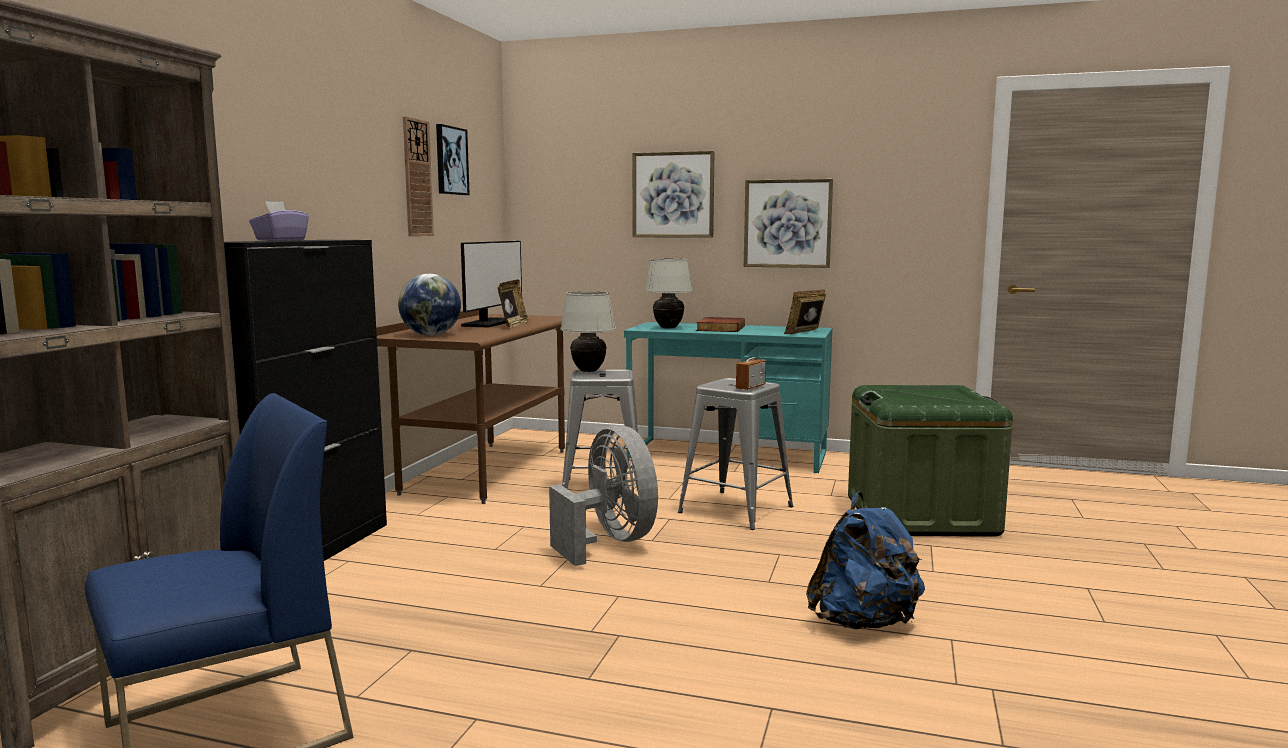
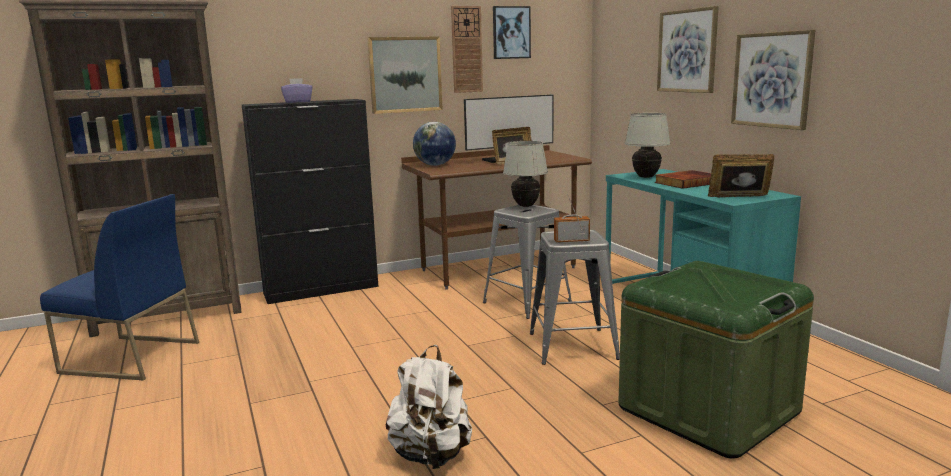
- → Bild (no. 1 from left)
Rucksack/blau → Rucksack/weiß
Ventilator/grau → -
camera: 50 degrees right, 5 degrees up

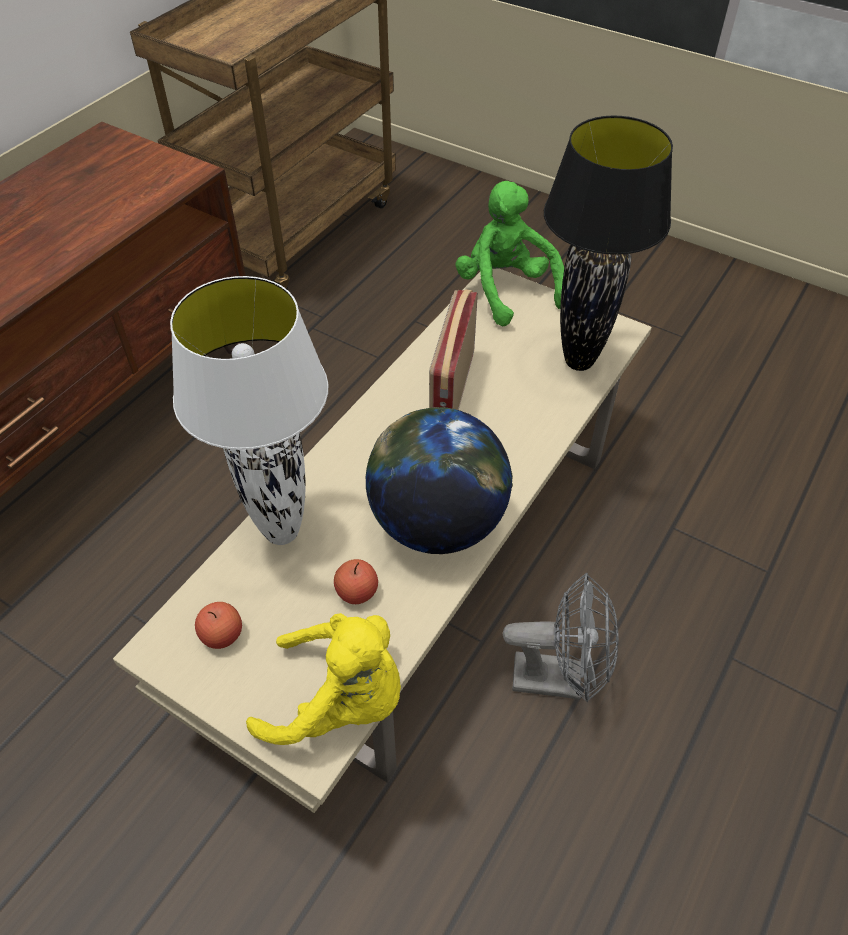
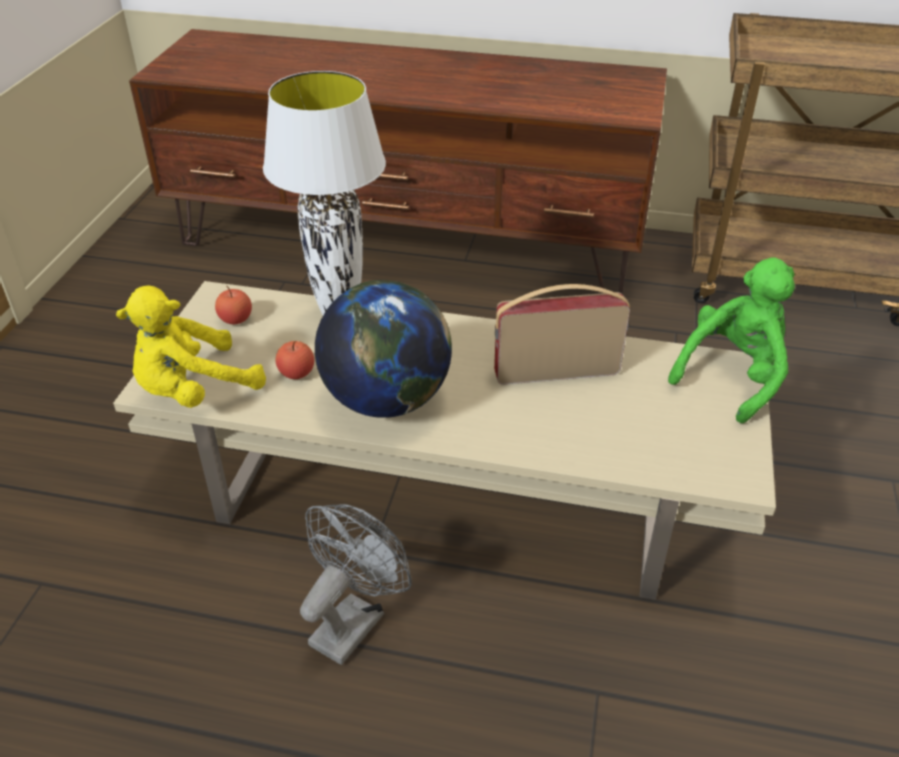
Plüschtier/gelb, 60 degrees clockwise
Ventilator/grau, 135 degrees counterclockwise
Tischlampe/schwarz → -
camera: 70 degrees right, 10 degrees down

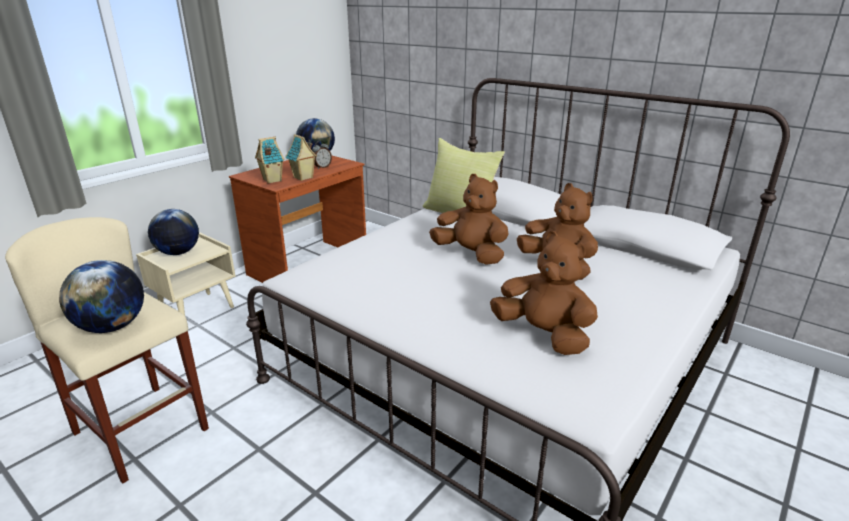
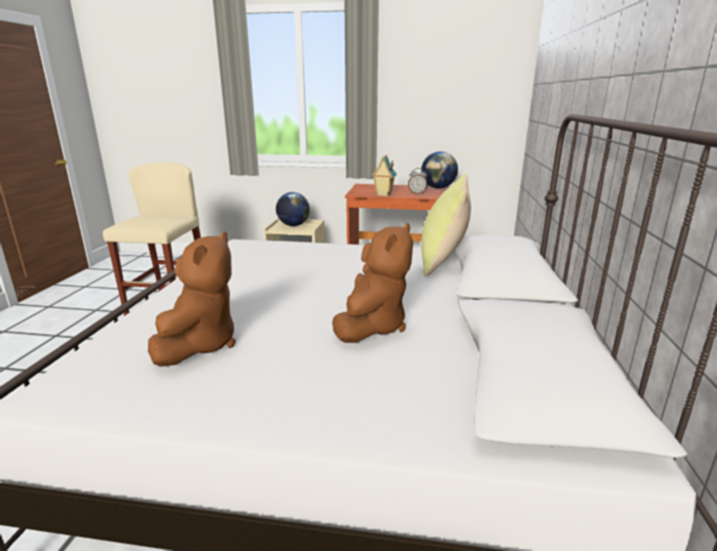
Globus (no. 1 from left) → -
Spielzeughaus (no. 1 from left) → -
Plüschtier/braun (no. 1 from left) → -
camera: 60 degrees right, 5 degrees down

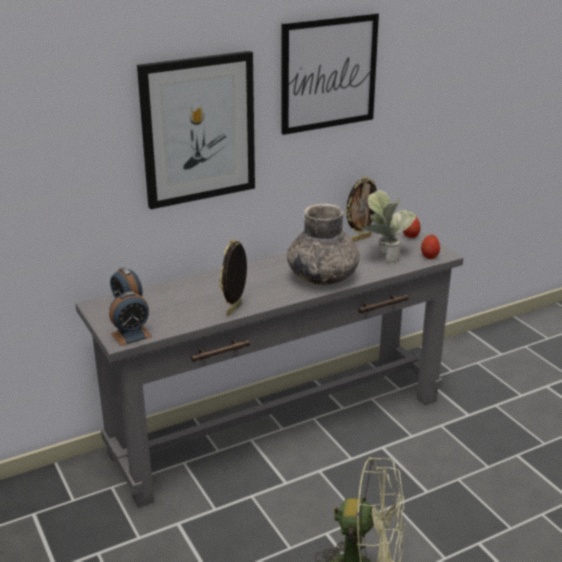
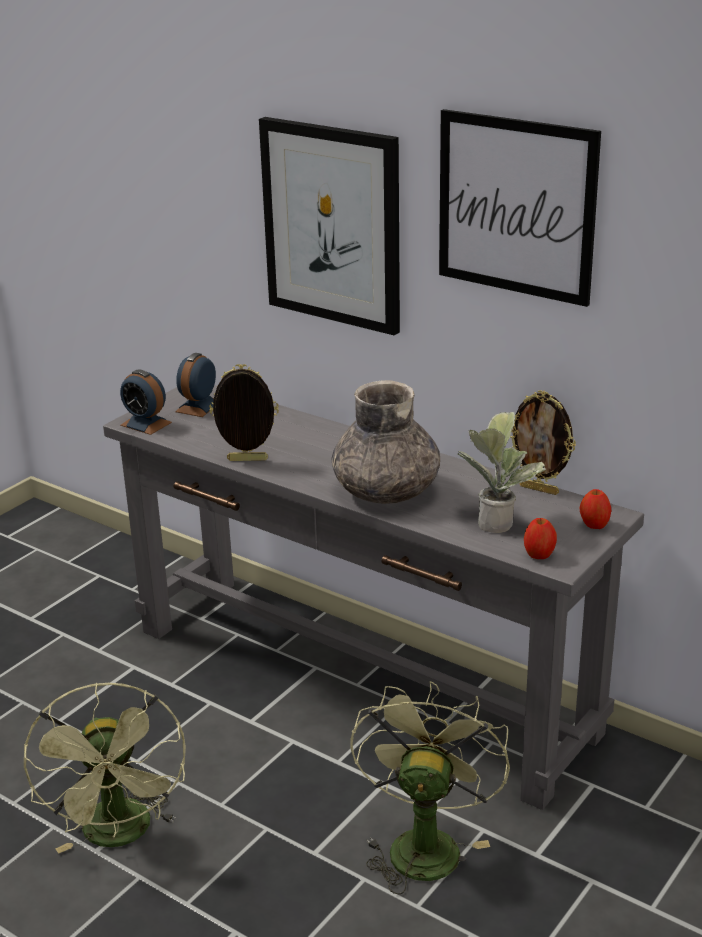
- → Ventilator/grün (no. 2 from left)
camera: 65 degrees right, 0 degrees up

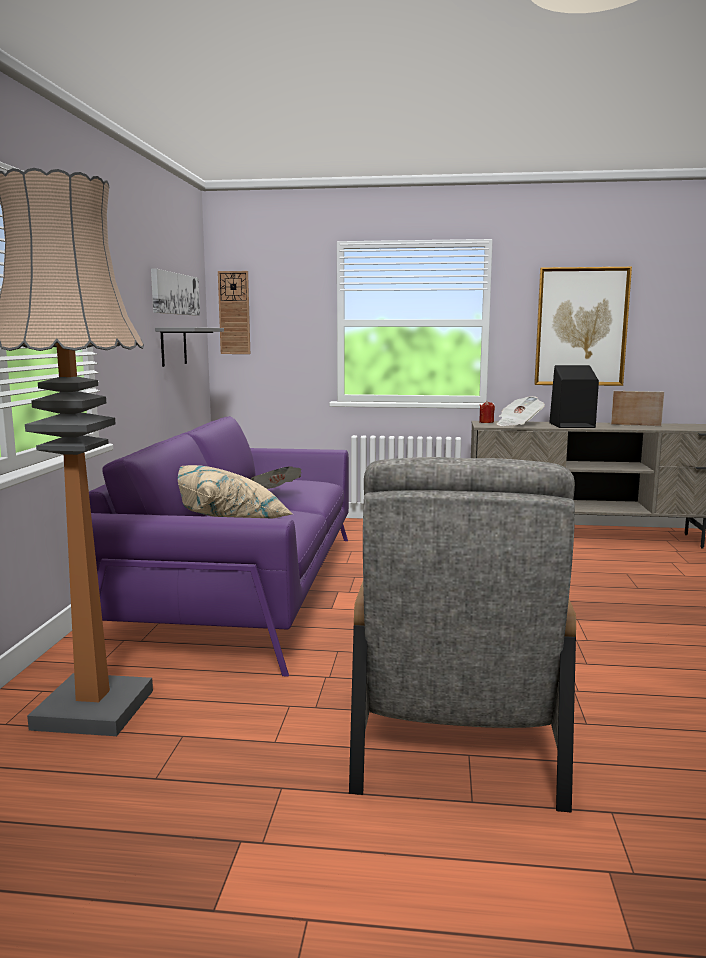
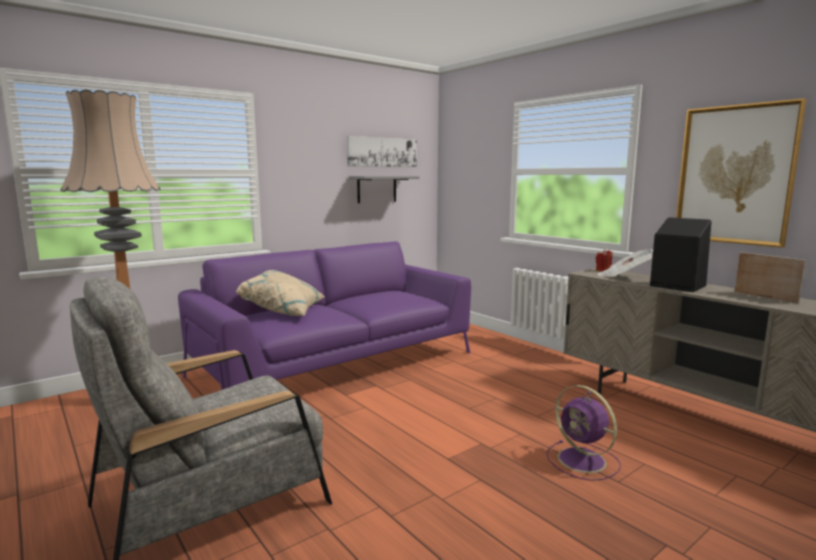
- → Ventilator/lila
Wanduhr → -
Zeitung (no. 1 from left) → -
camera: 45 degrees right, 0 degrees up

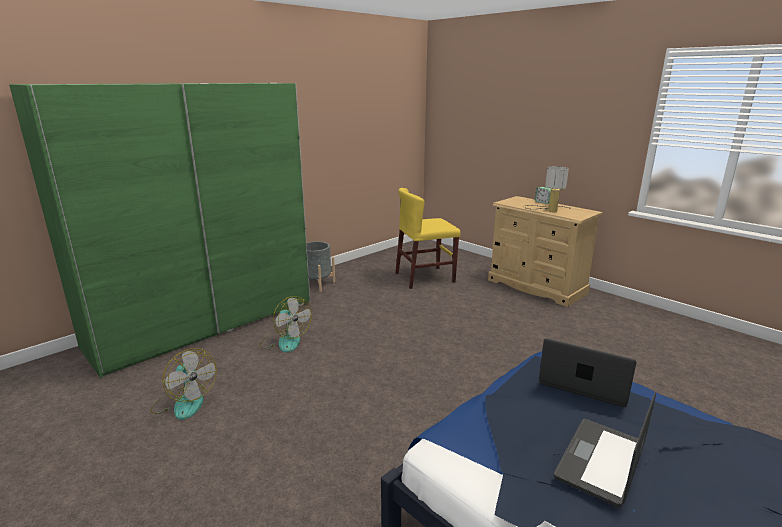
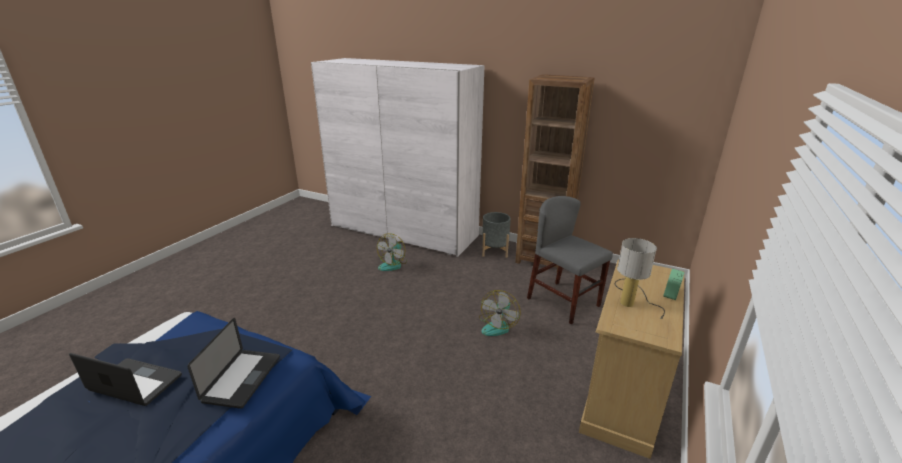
Kleiderschrank/grün → Kleiderschrank/weiß
Ventilator (no. 1 from left in the first image) → Ventilator (no. 2 from left), shifted
- → Bücherregal/braun
Stuhl/gelb → Stuhl/grau
camera: 70 degrees right, 5 degrees up

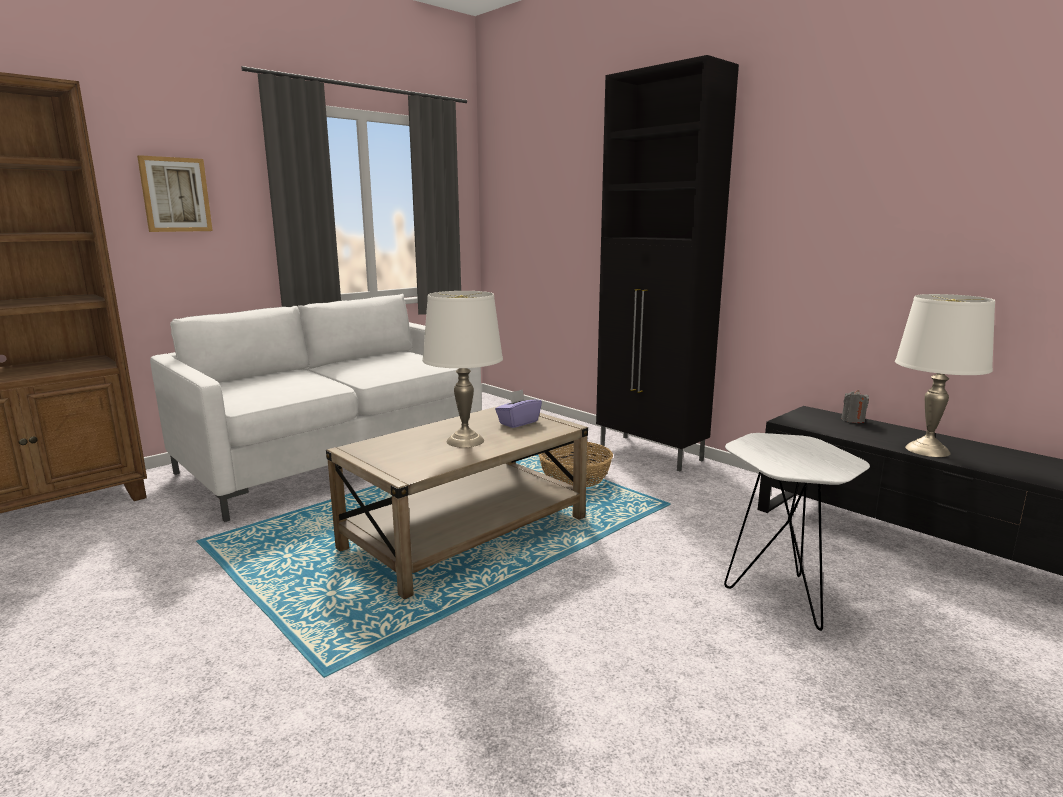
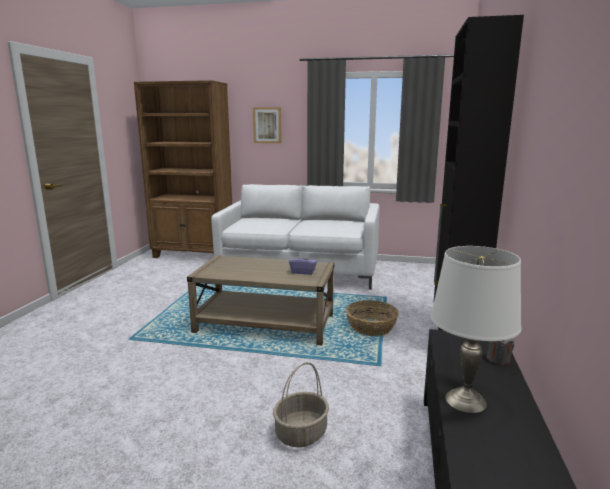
Beistelltisch/weiß → Korb (no. 1 from left)
Tischlampe/weiß (no. 1 from left) → -
camera: 55 degrees right, 0 degrees up

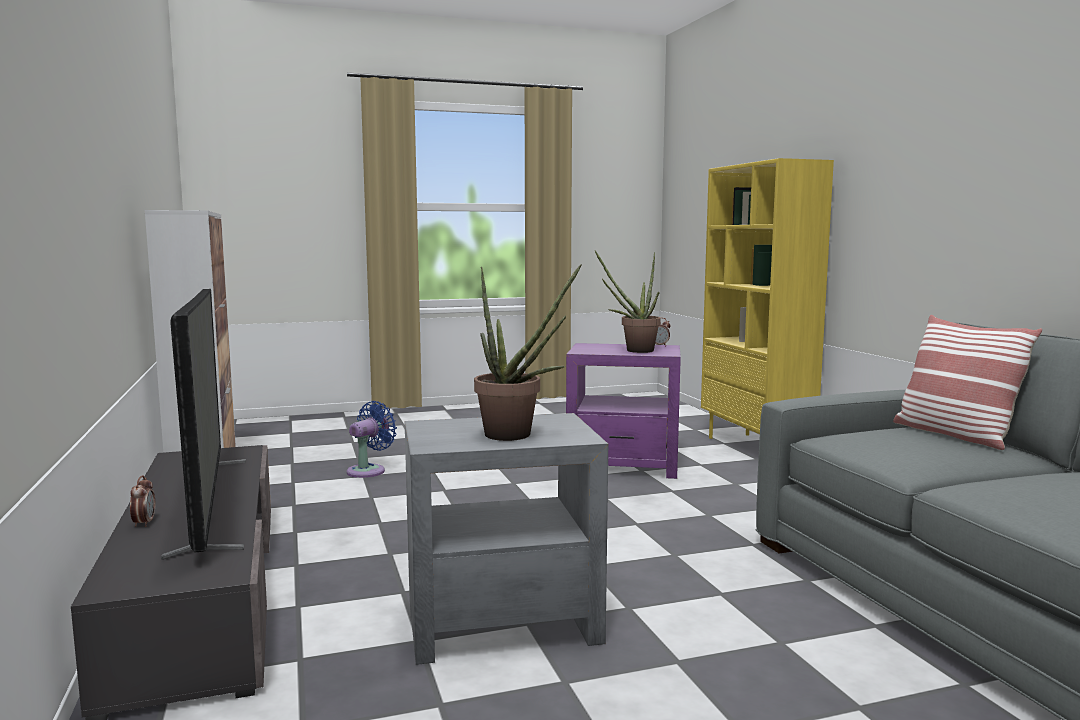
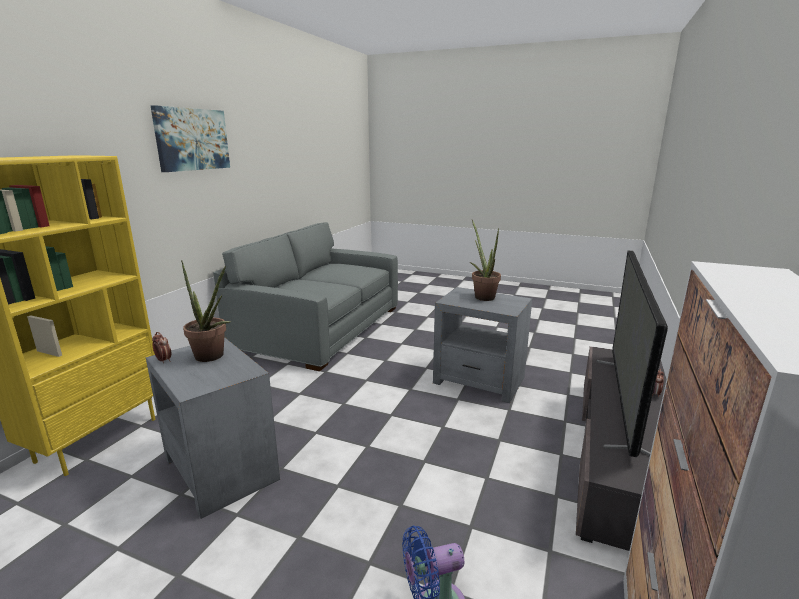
Beistelltisch/lila → Beistelltisch/grau (no. 1 from left)
- → Bild
Kissen → -
camera: 140 degrees left, 10 degrees up

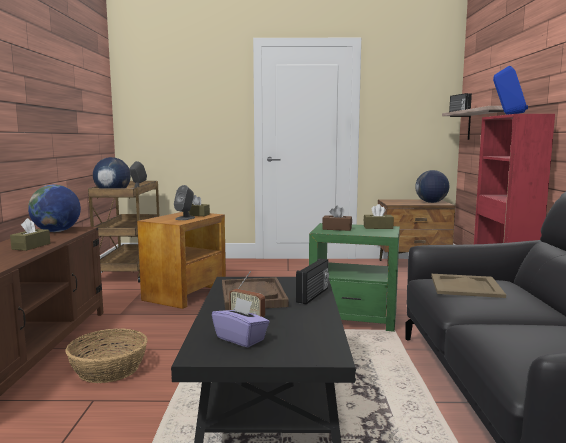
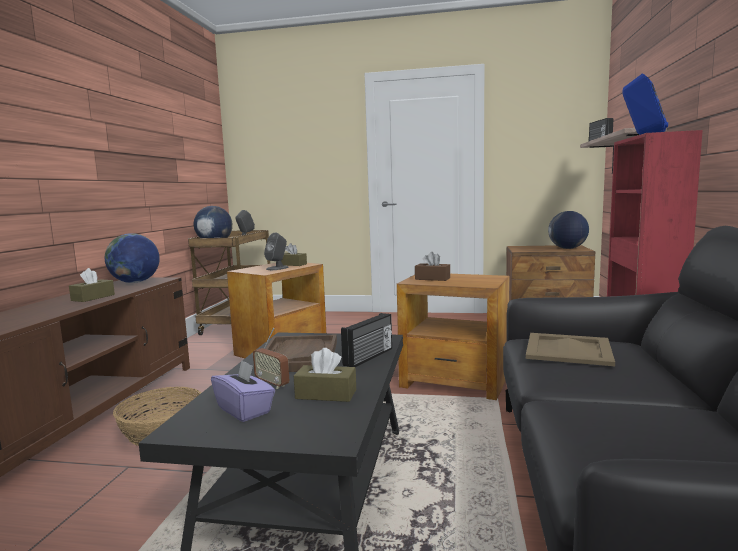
Taschentuchbox/braun (no. 4 from left in the first image) → Taschentuchbox/braun (no. 3 from left), shifted
Beistelltisch/grün → Beistelltisch/braun (no. 2 from left)
camera: 10 degrees right, 0 degrees up

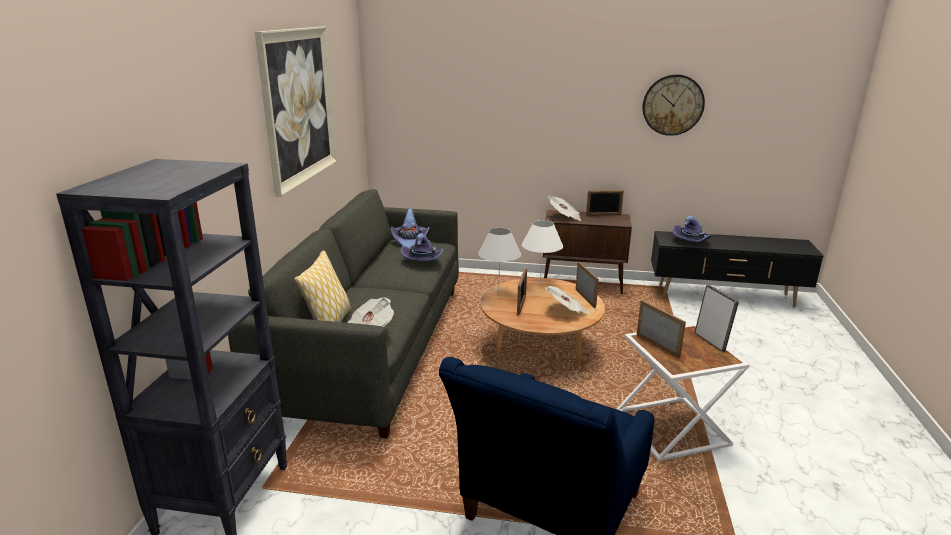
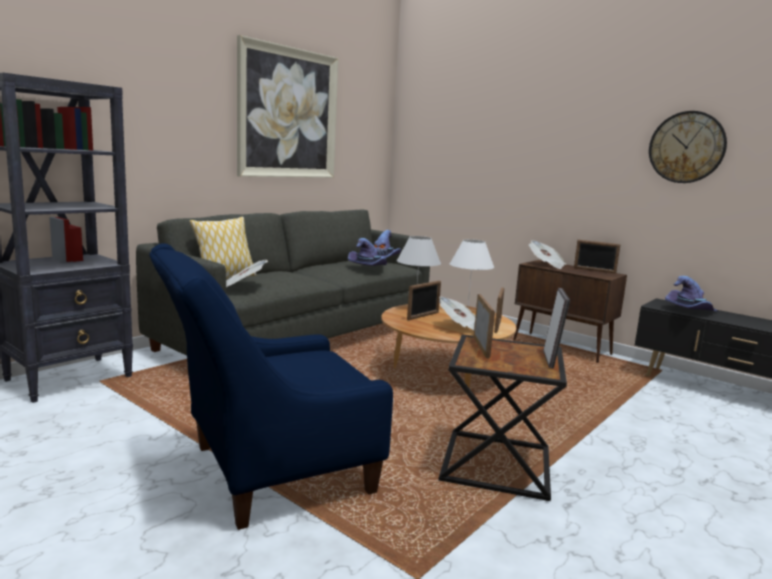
Beistelltisch/weiß → Beistelltisch/schwarz
camera: 30 degrees right, 10 degrees down

